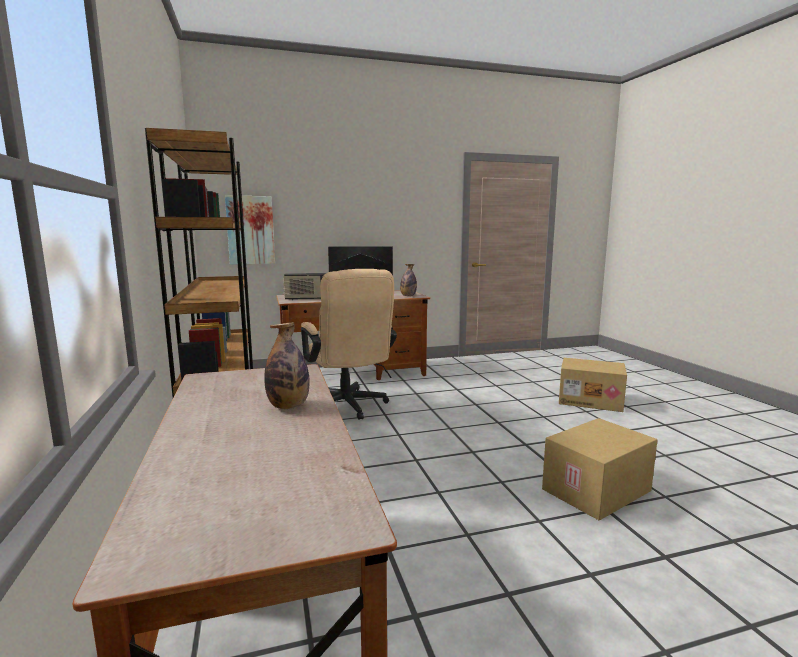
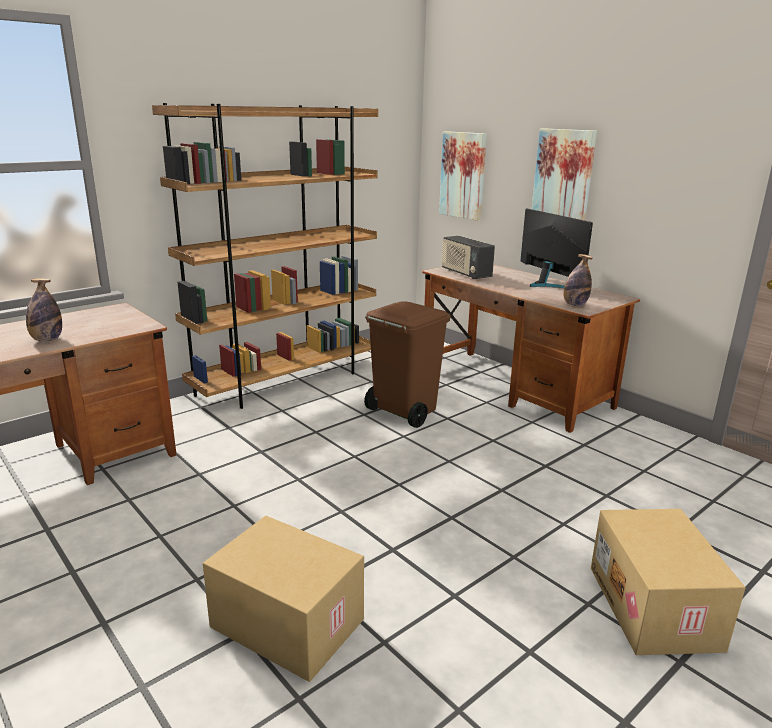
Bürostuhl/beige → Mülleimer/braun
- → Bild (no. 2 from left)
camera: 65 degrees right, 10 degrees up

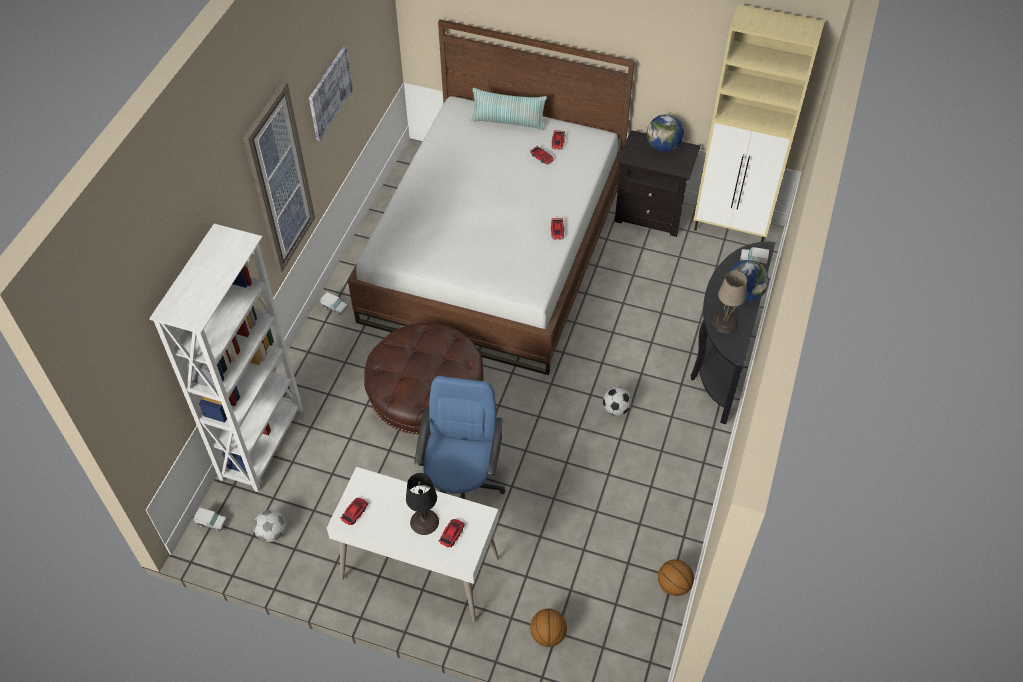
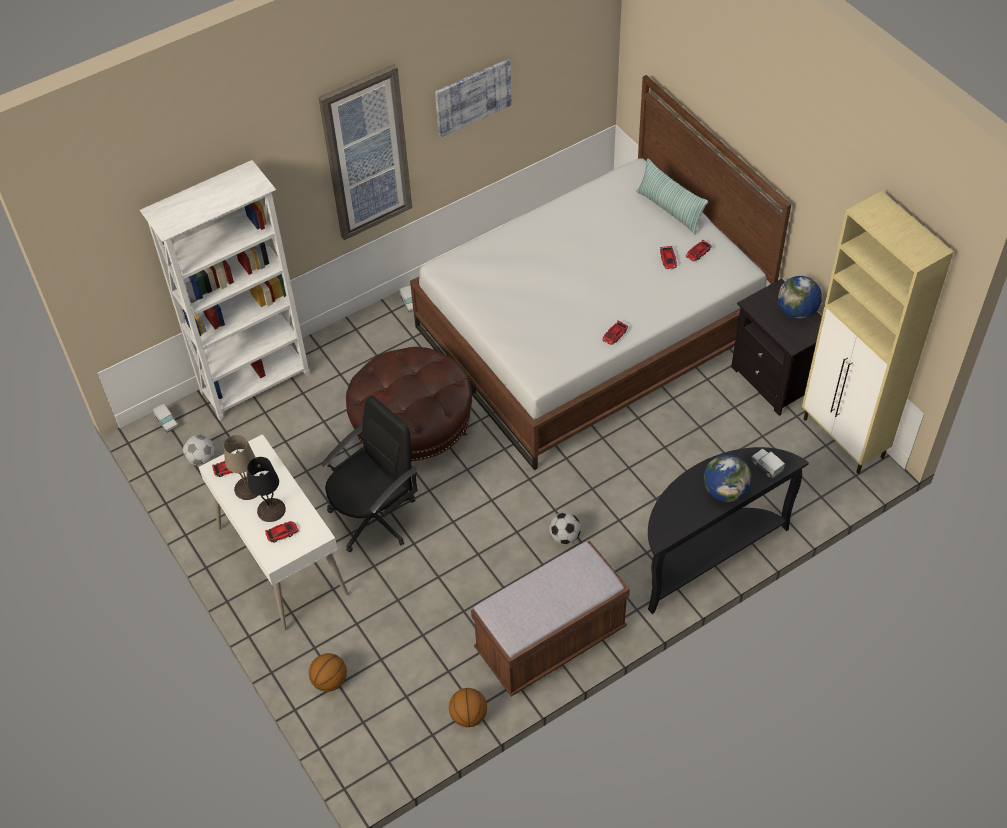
Tischlampe/beige, shifted
Bürostuhl/blau → Bürostuhl/schwarz
- → Bank/braun
camera: 40 degrees right, 0 degrees up

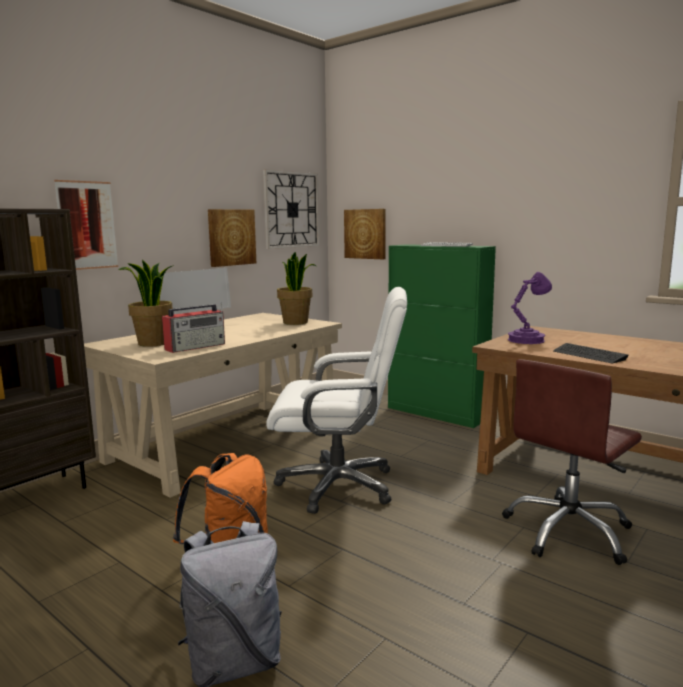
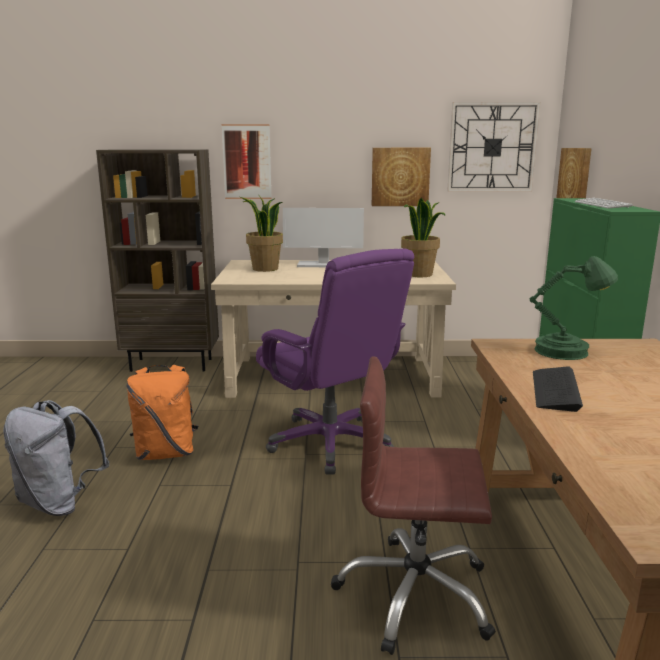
Bürostuhl/weiß → Bürostuhl/lila
Tischlampe/lila → Tischlampe/grün
Radio → -
camera: 50 degrees right, 5 degrees up

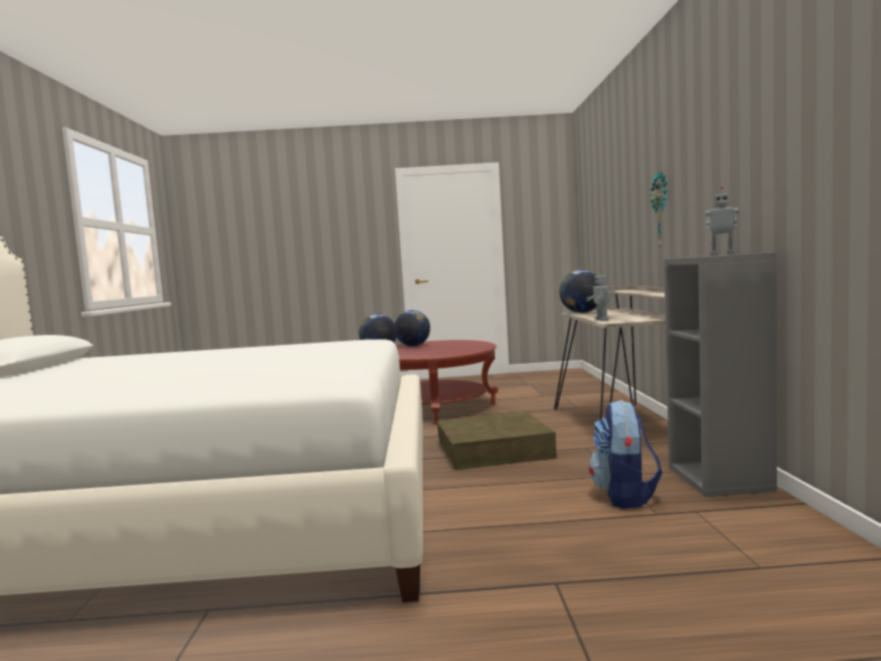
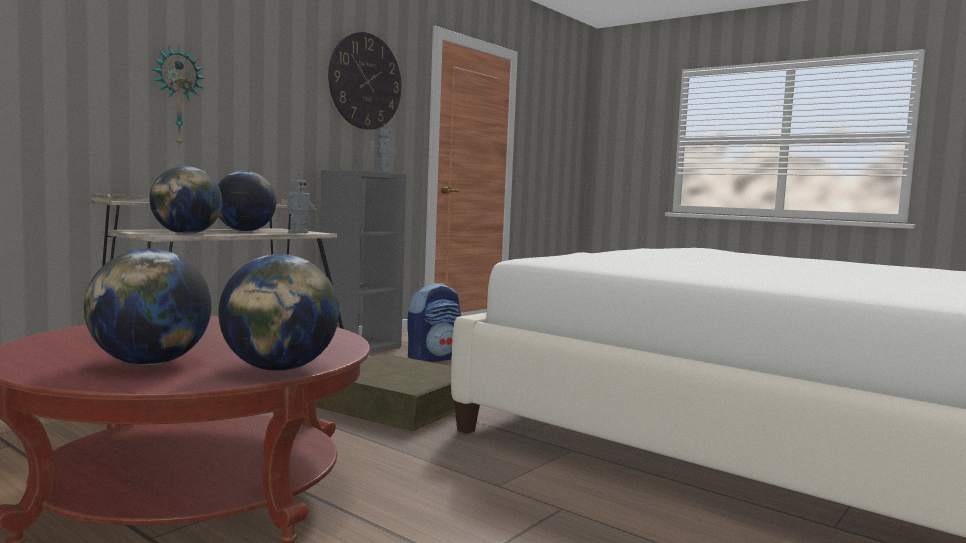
- → Globus (no. 3 from left)
- → Wanduhr (no. 2 from left)
camera: 140 degrees left, 0 degrees up

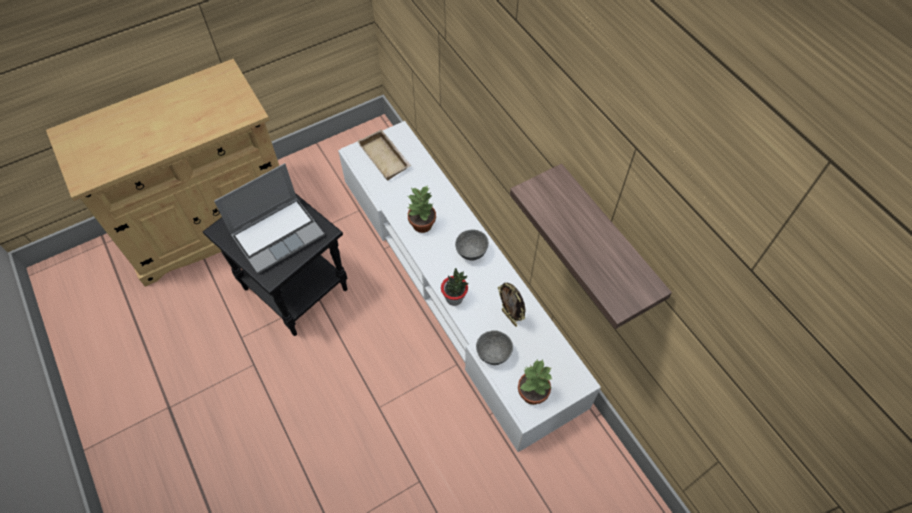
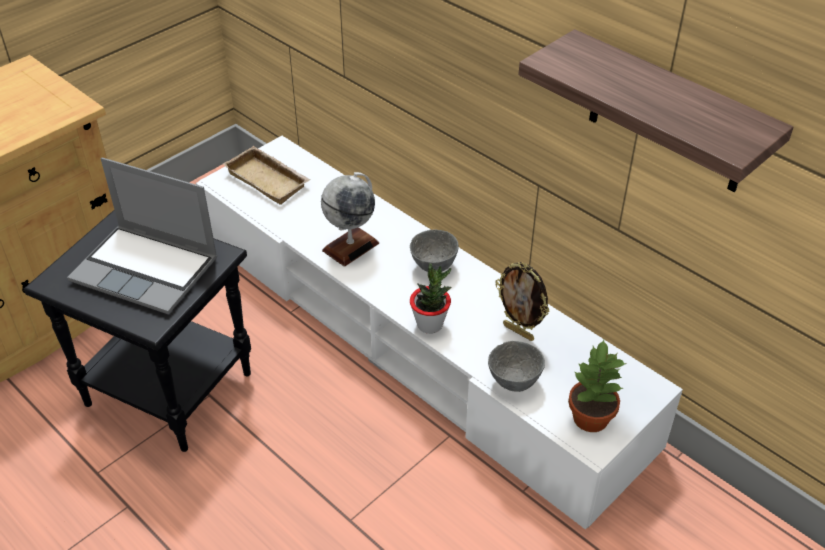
Laptop, 75 degrees clockwise
Topfpflanze (no. 1 from left) → Globus
camera: 15 degrees left, 15 degrees down

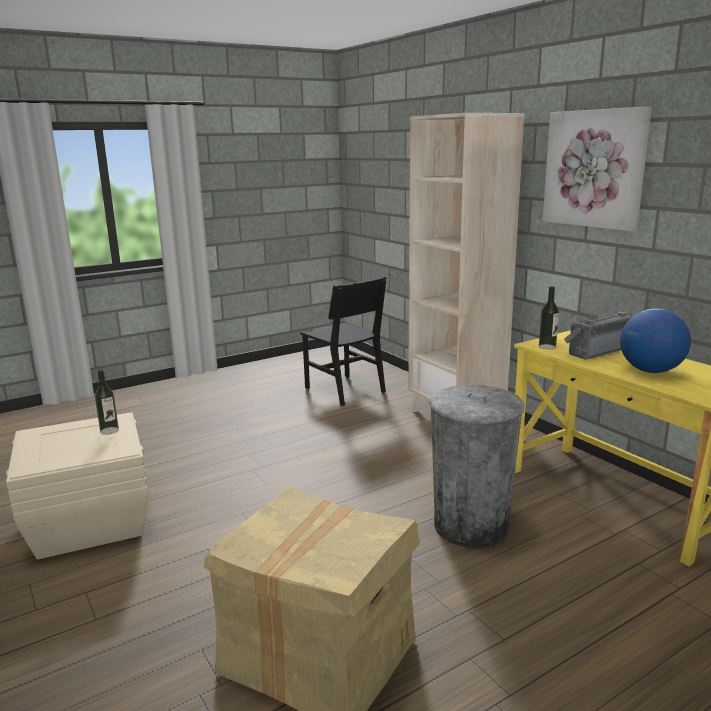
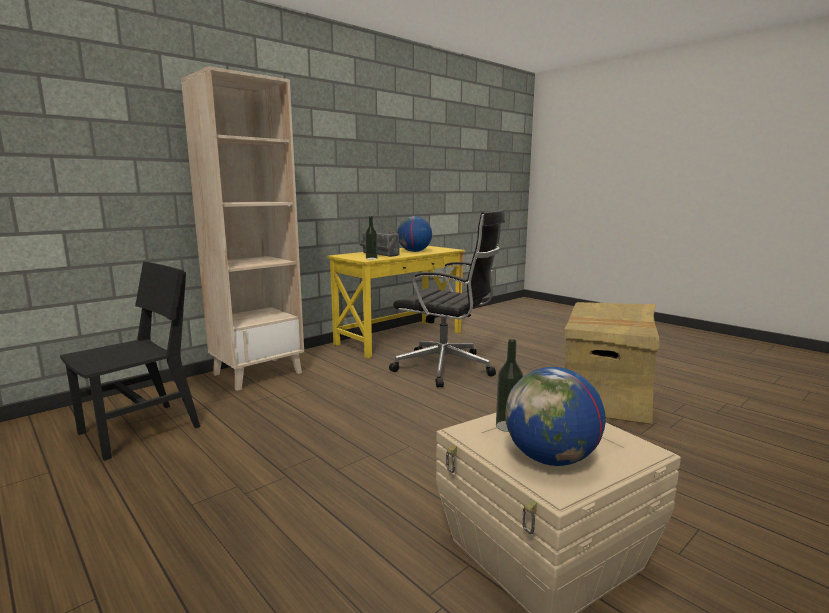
Mülleimer/grau → Bürostuhl/schwarz
- → Globus (no. 2 from left)
Bild → -
camera: 100 degrees left, 5 degrees down

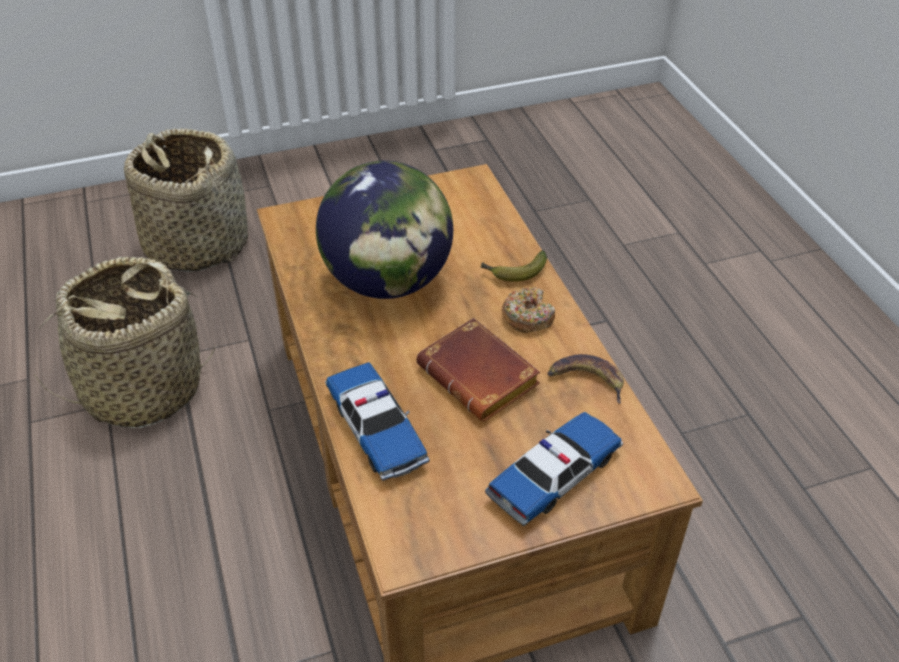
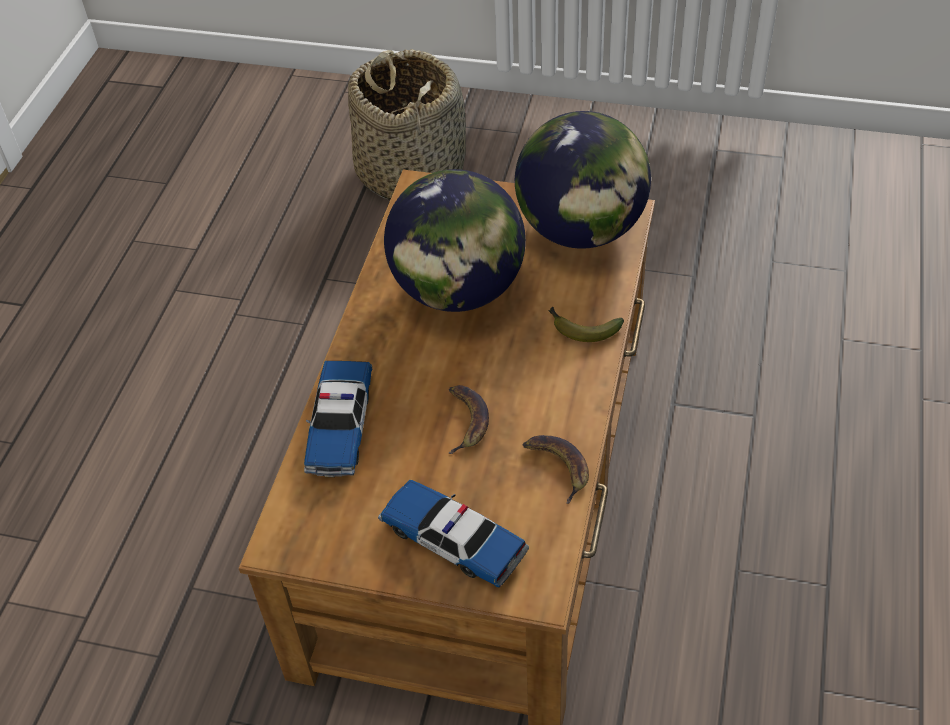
Spielzeugauto (no. 2 from left), 135 degrees counterclockwise
Buch/braun → Banane (no. 1 from left)
- → Globus (no. 2 from left)
Korb (no. 1 from left) → -
Donut → -
camera: 35 degrees right, 5 degrees up

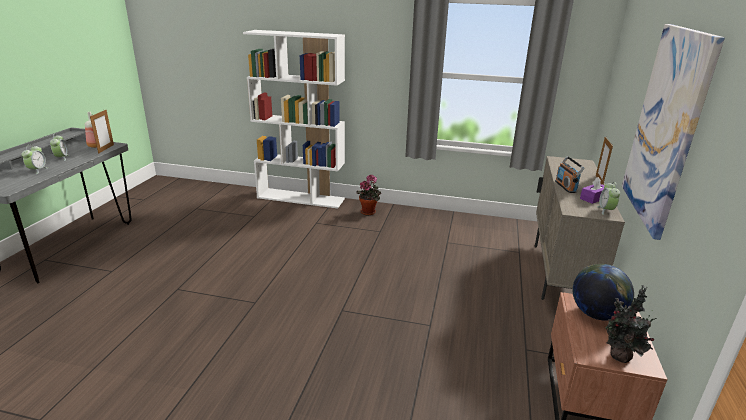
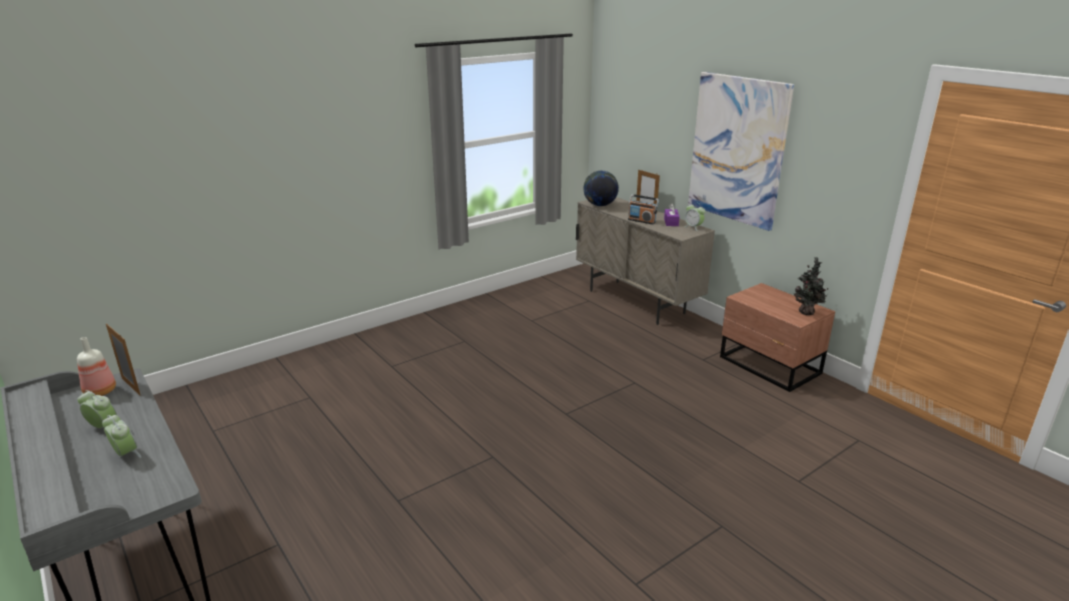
Globus, shifted
Bücherregal/weiß → -
Topfpflanze (no. 1 from left) → -
camera: 50 degrees left, 0 degrees up

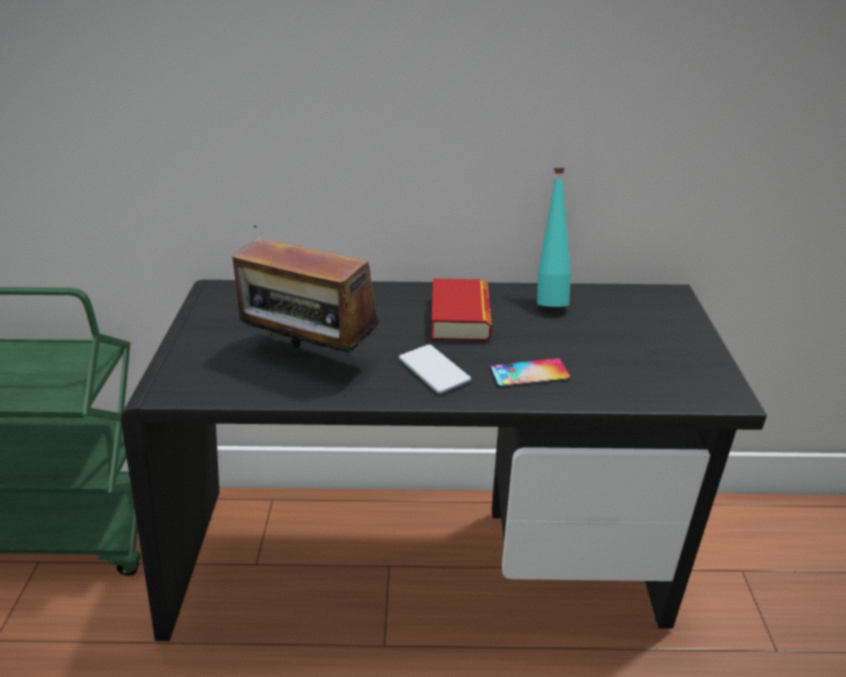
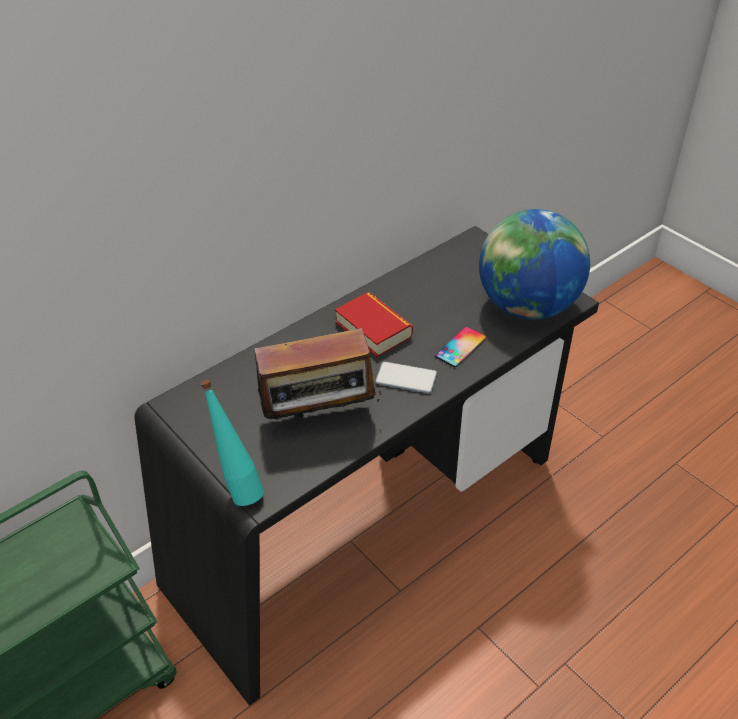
Flasche/türkis, shifted
- → Globus
camera: 40 degrees left, 10 degrees up

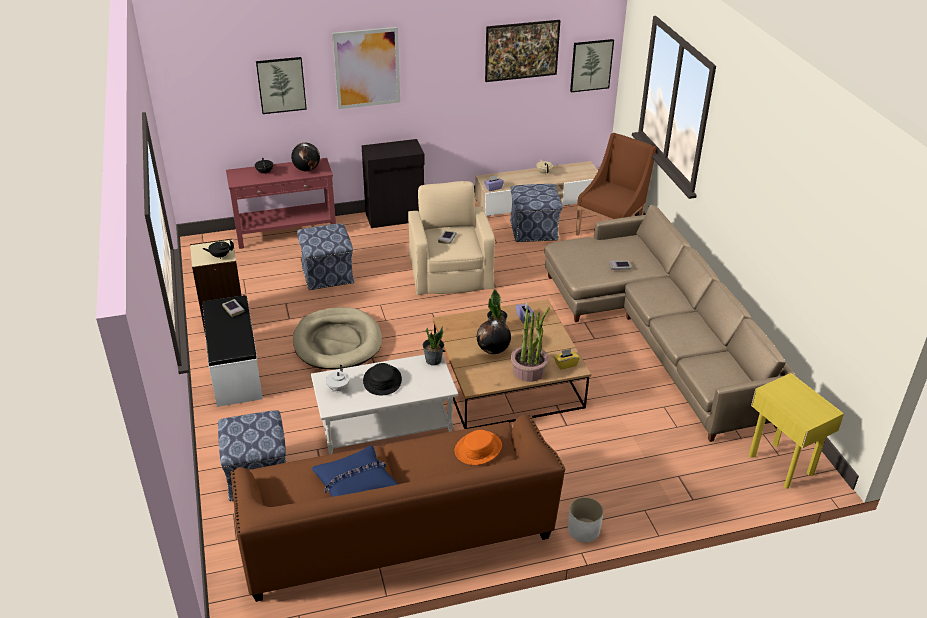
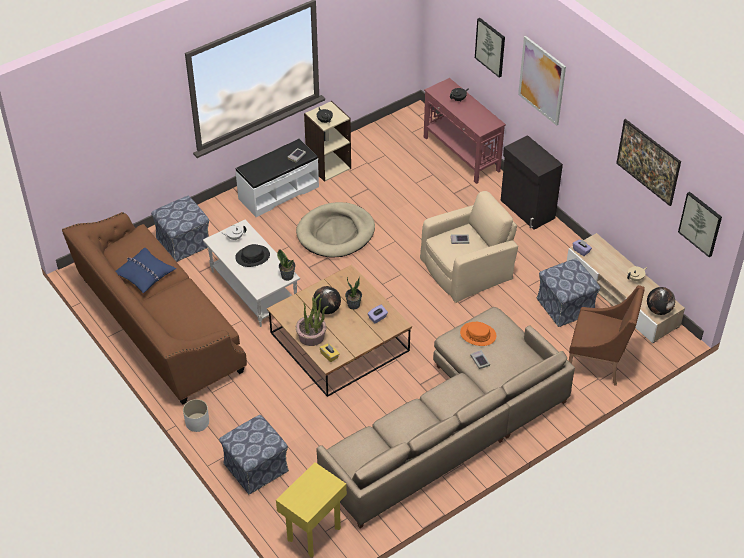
Polsterhocker (no. 2 from left), shifted
Hut/orange, shifted
Globus (no. 1 from left in the first image) → Globus (no. 2 from left), shifted
camera: 70 degrees right, 10 degrees up

